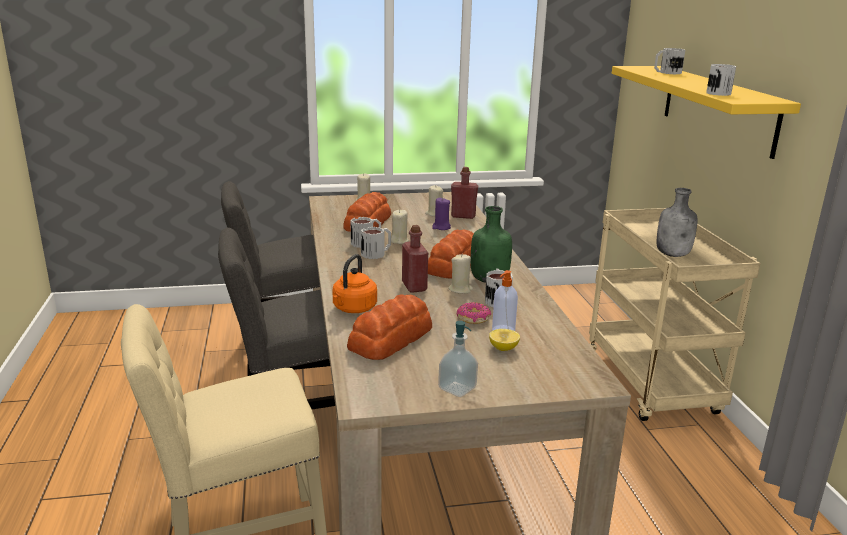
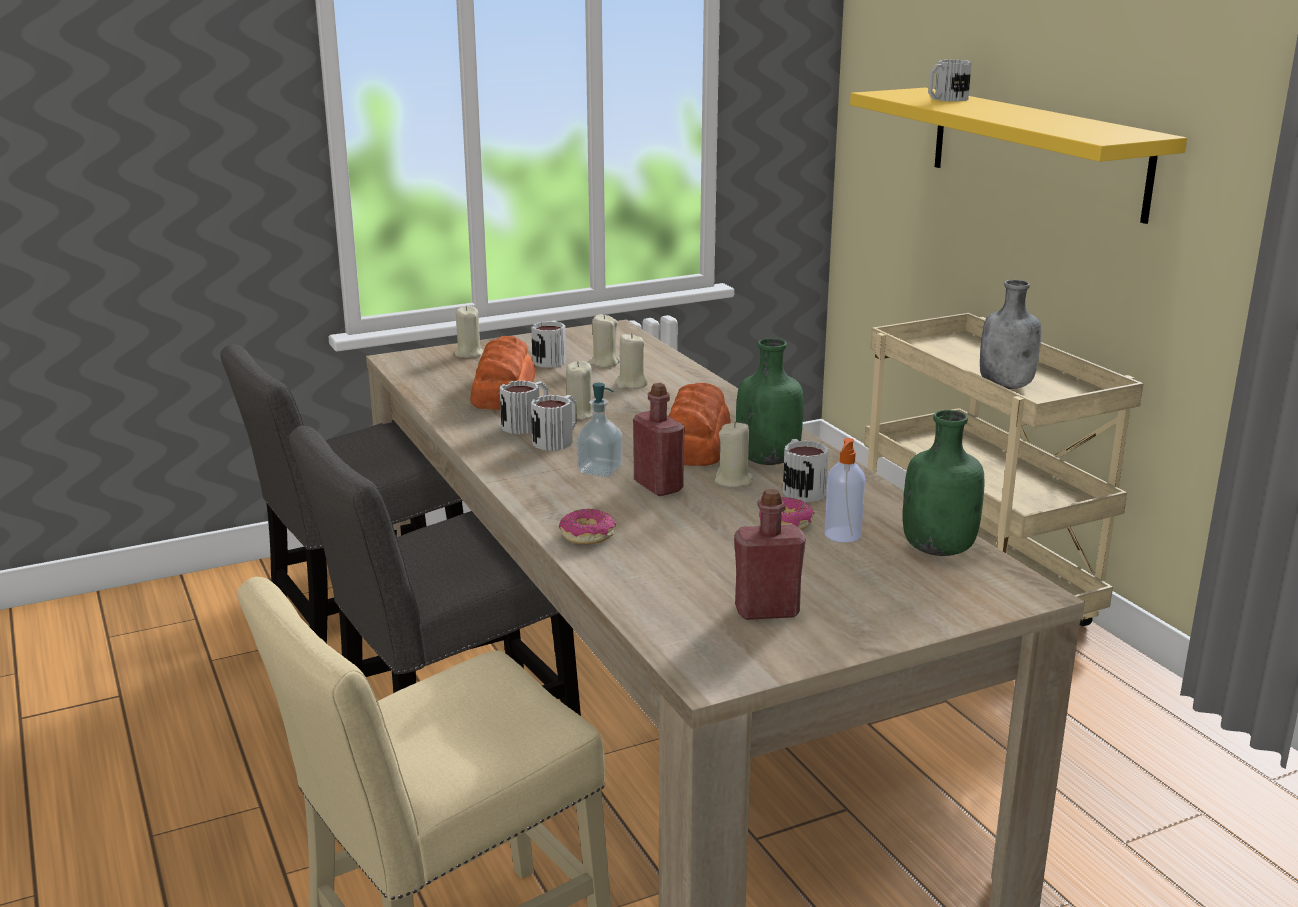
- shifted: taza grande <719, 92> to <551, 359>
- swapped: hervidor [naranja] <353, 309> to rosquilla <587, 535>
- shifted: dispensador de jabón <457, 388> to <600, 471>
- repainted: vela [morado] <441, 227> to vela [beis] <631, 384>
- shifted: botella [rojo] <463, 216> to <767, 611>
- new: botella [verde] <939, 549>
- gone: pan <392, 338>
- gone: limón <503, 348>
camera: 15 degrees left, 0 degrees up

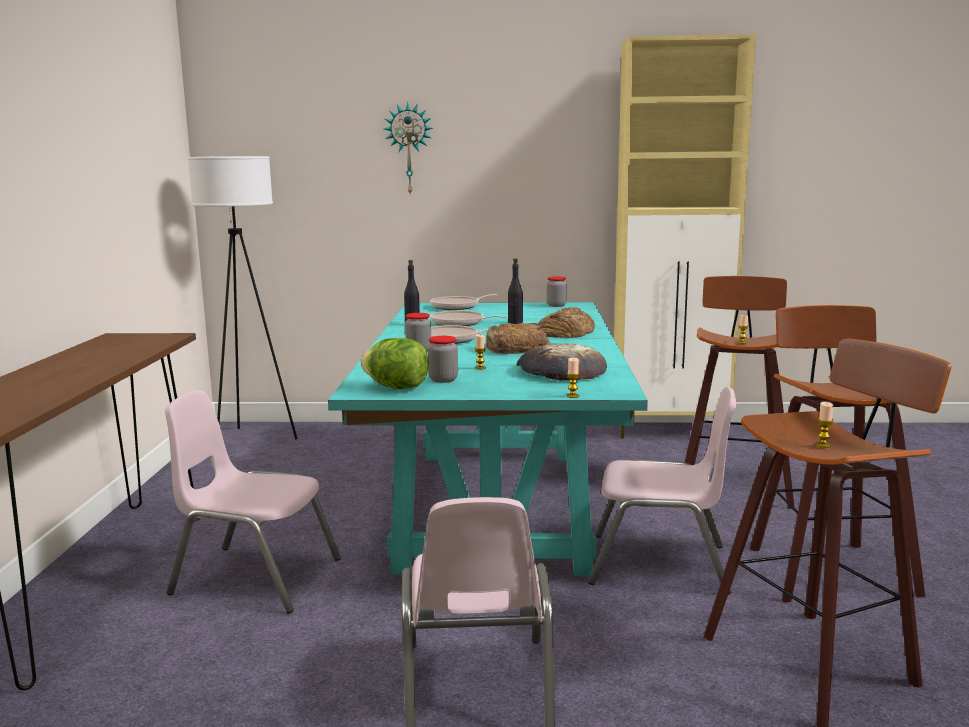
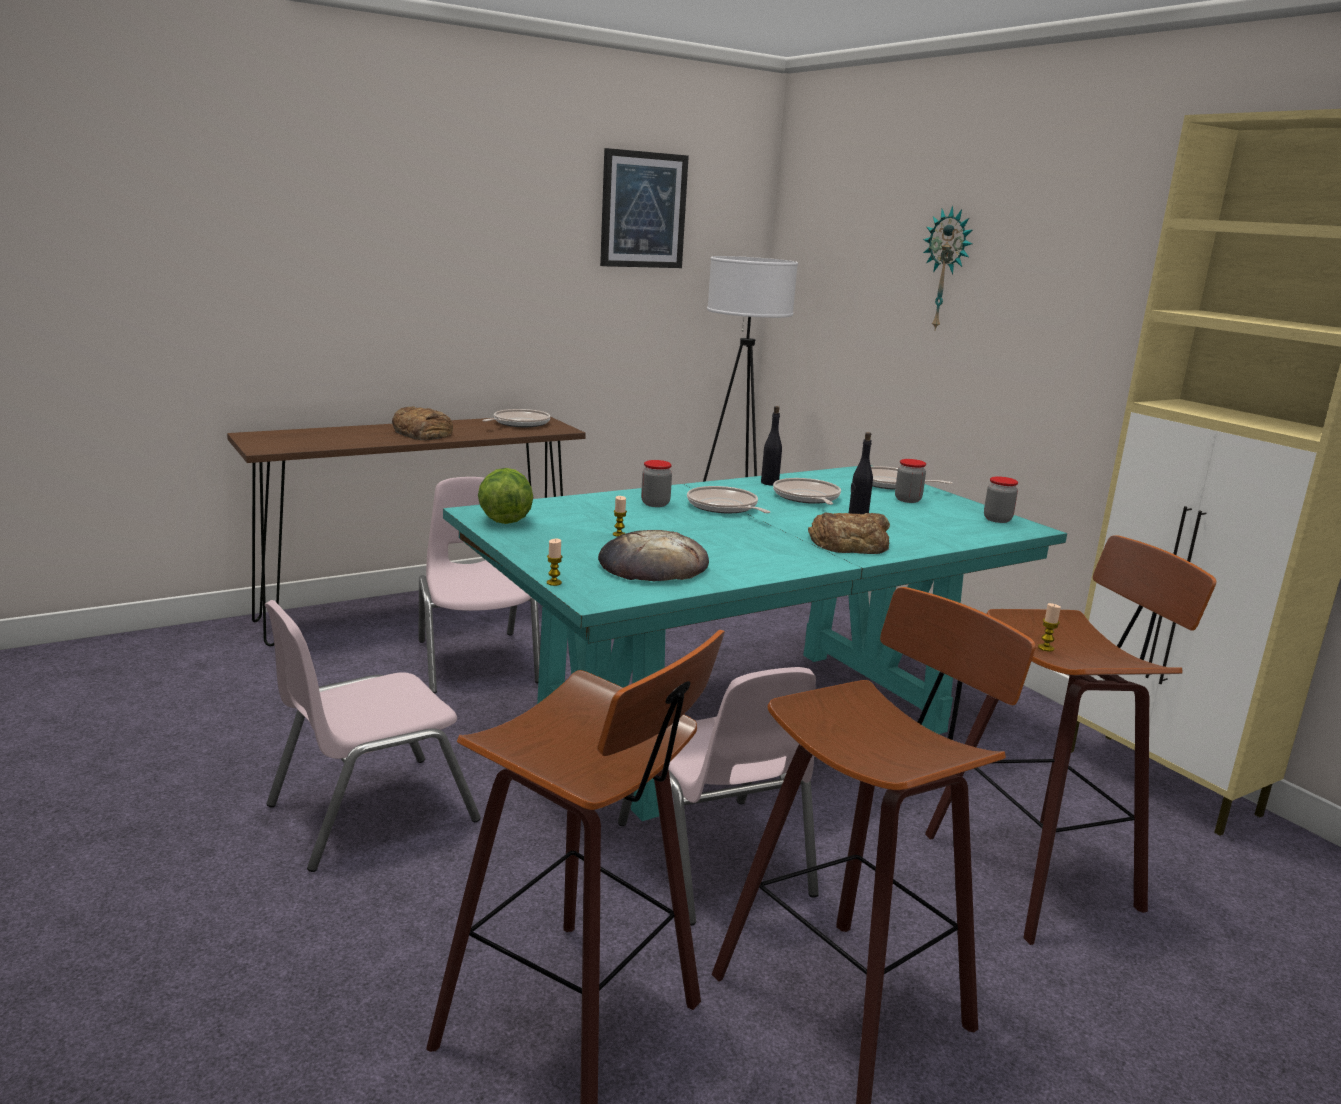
- shifted: pan <516, 348> to <422, 433>
- new: sartén <519, 423>
- new: cuadro <643, 210>
- shifted: tarro <443, 379> to <907, 500>
- gone: vela <823, 445>
camera: 55 degrees right, 5 degrees up

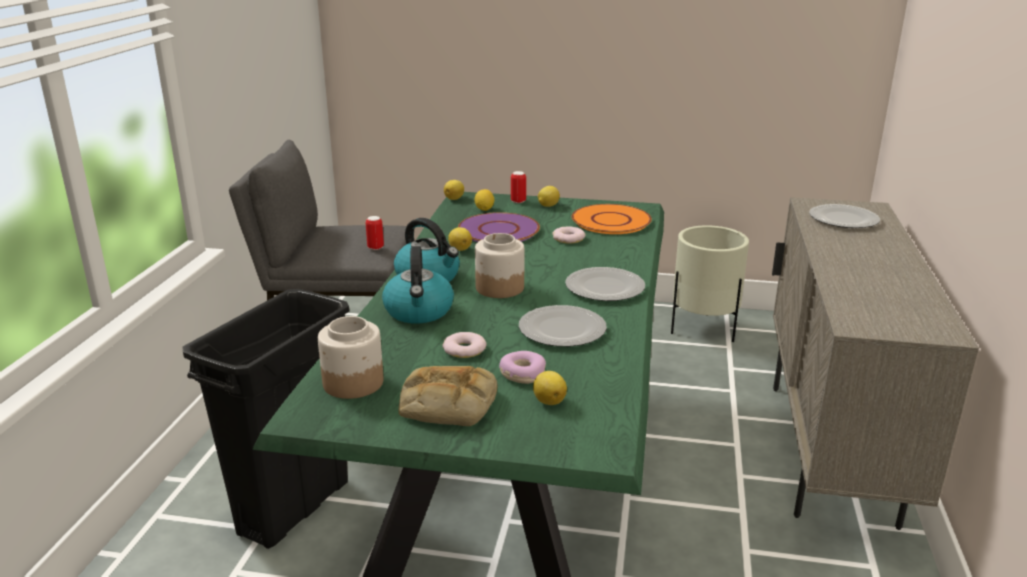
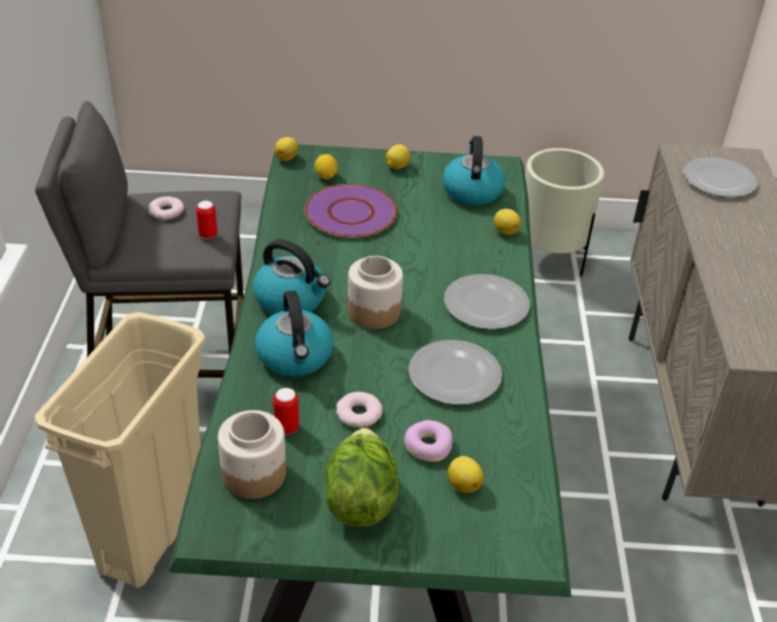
- repainted: papelera [negro] <294, 507> to papelera [beis] <152, 532>
- shifted: rosquilla <568, 239> to <166, 212>
- shifted: lata <518, 201> to <286, 428>
- swapped: pan <446, 405> to lechuga <360, 499>
- swapped: plato [naranja] <610, 221> to hervidor <471, 191>
- shifted: limón <460, 249> to <505, 231>
camera: 10 degrees left, 15 degrees up

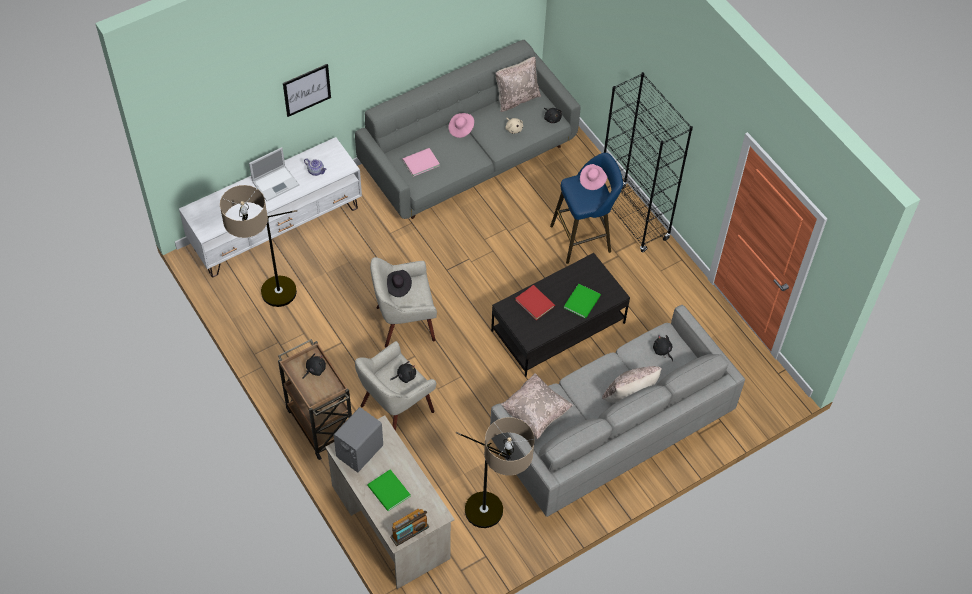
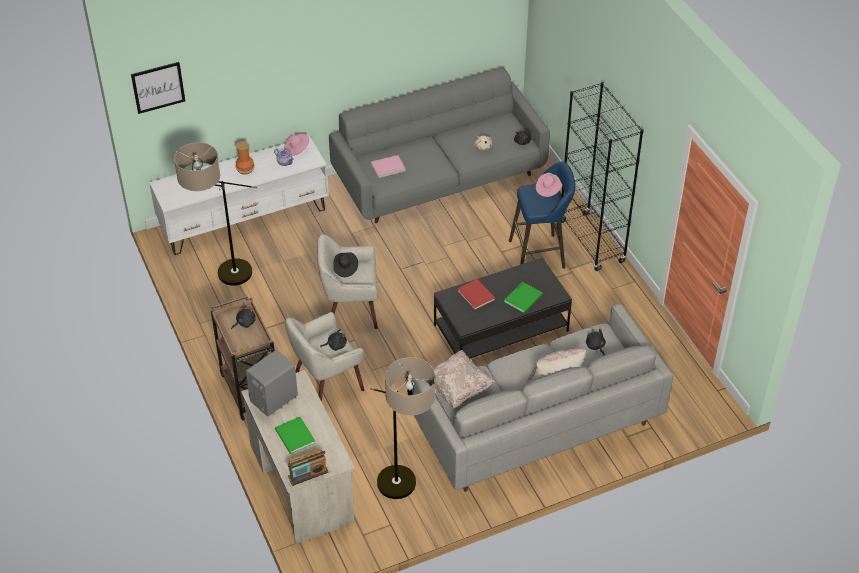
- shifted: cuadro <307, 90> to <158, 87>
- swapped: portátil <276, 183> to florero <245, 169>
- shifted: sombrero [rosa] <461, 129> to <296, 149>
- gone: cojín [beis] <516, 98>
camera: 10 degrees right, 10 degrees down

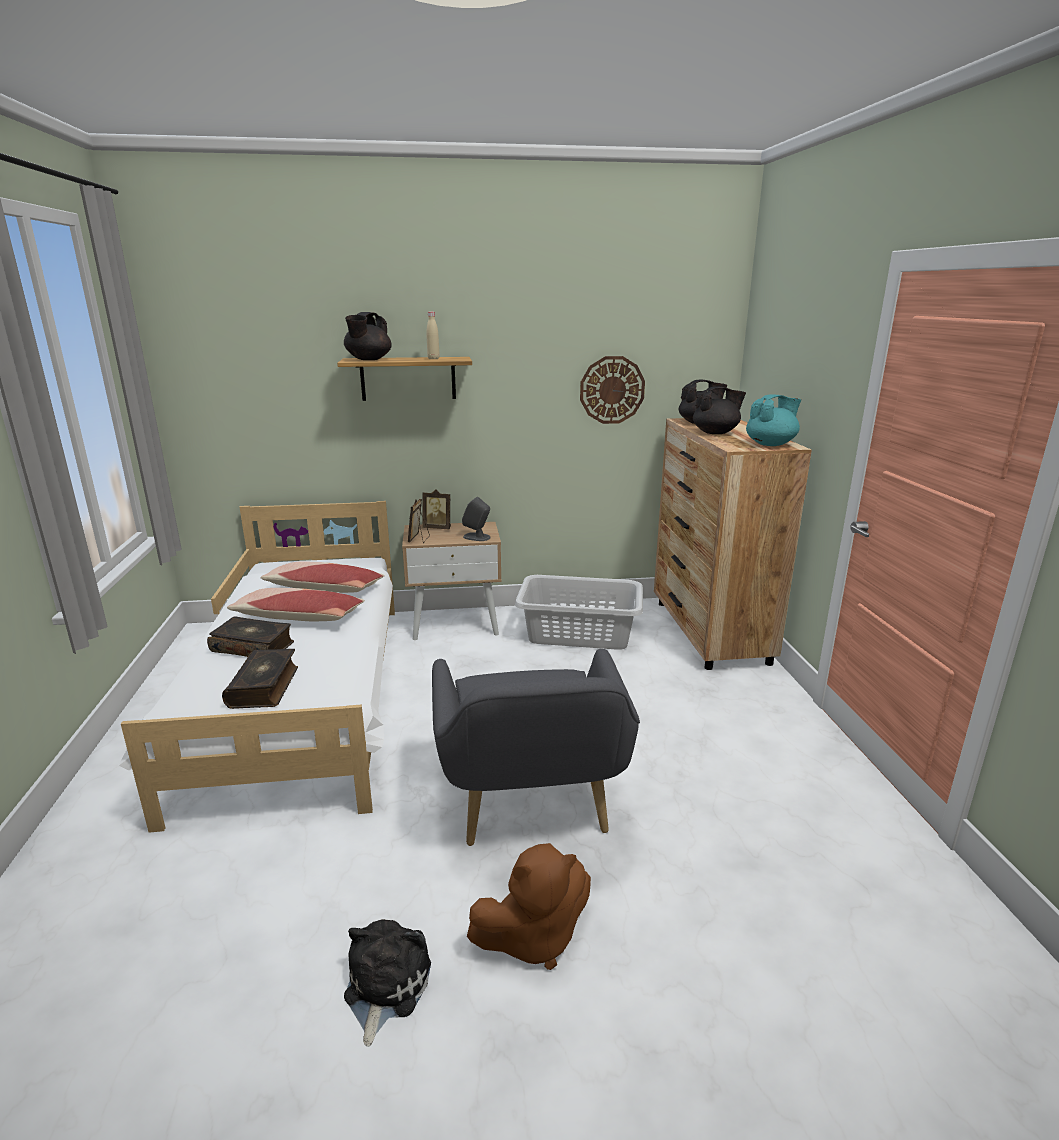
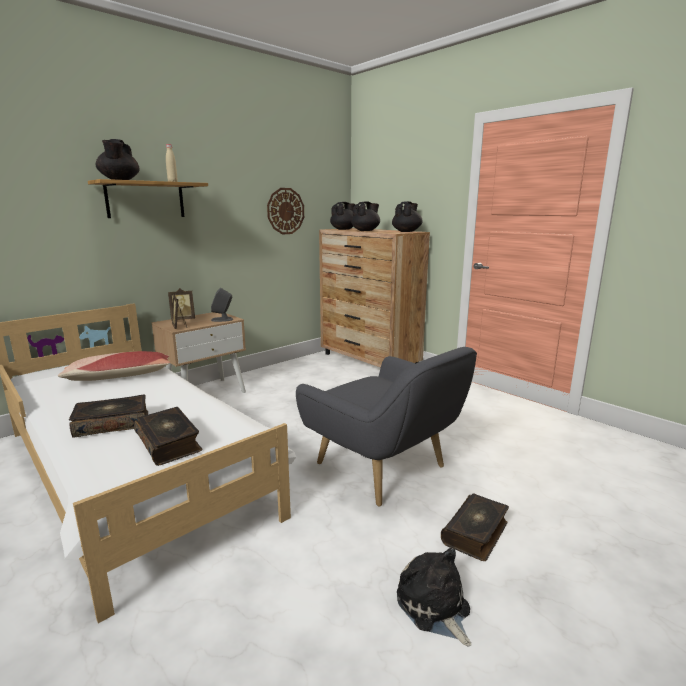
- repainted: tetera [turquesa] <771, 444> to tetera [negro] <407, 231>
- swapped: peluche [marrón] <533, 937> to libro <476, 533>
- gone: cojín <298, 617>
- gone: cesto de la ropa [gris] <578, 633>
camera: 35 degrees left, 5 degrees down

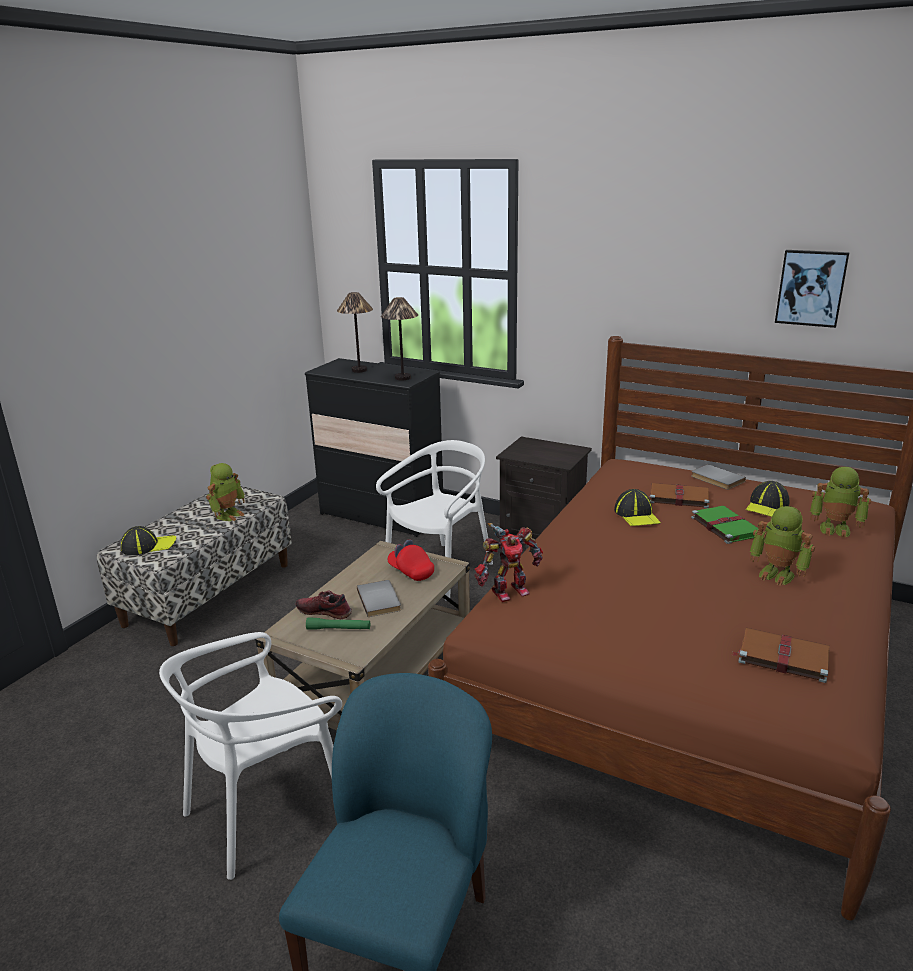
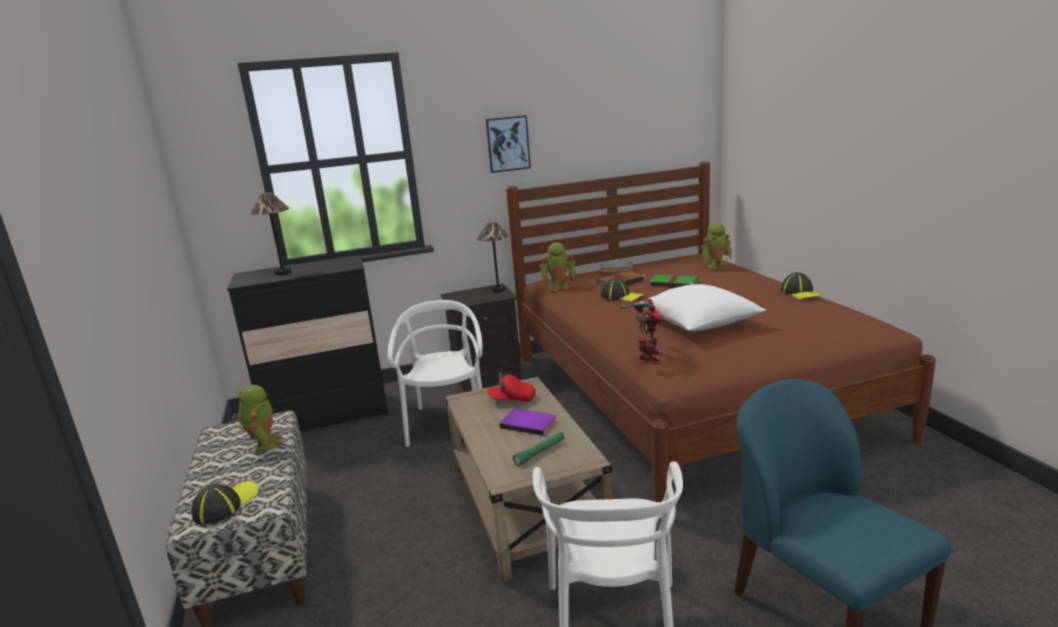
- shifted: lámpara de mesa <403, 378> to <498, 290>
- shifted: cuadro <811, 288> to <508, 144>
- repainted: libro [gris] <380, 600> to libro [morado] <529, 423>
- shifted: robot de juguete <777, 574> to <559, 287>
- new: cojín [blanco] <698, 323>
- shifted: gorra <767, 506> to <801, 293>
- gone: zapato <325, 611>
- gone: libro [marrón] <781, 656>
camera: 45 degrees left, 5 degrees down

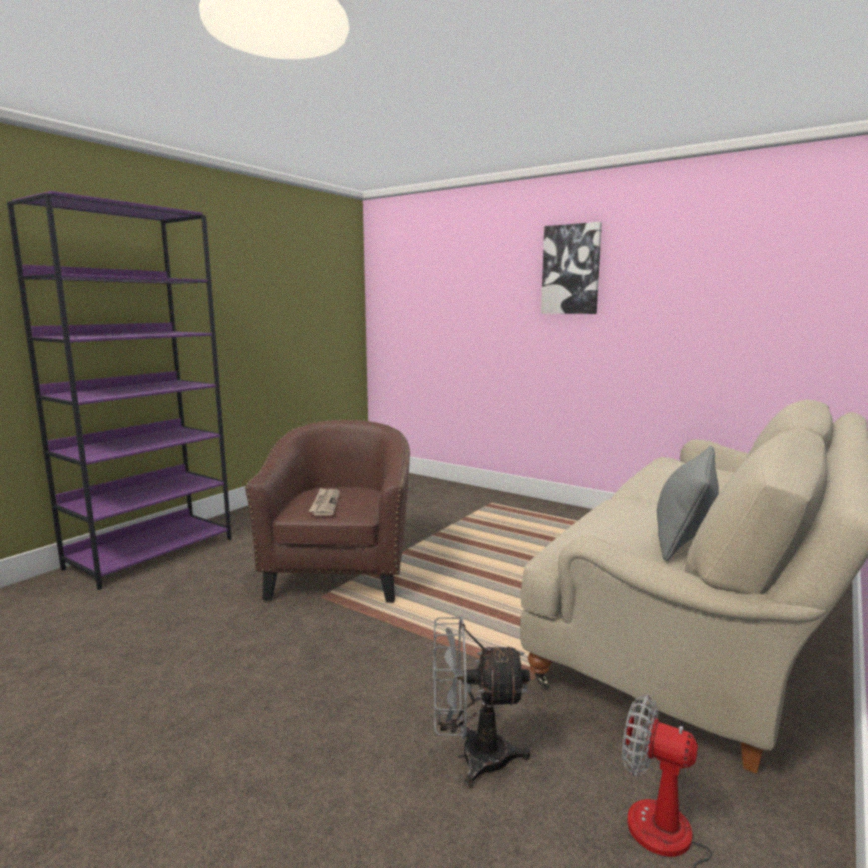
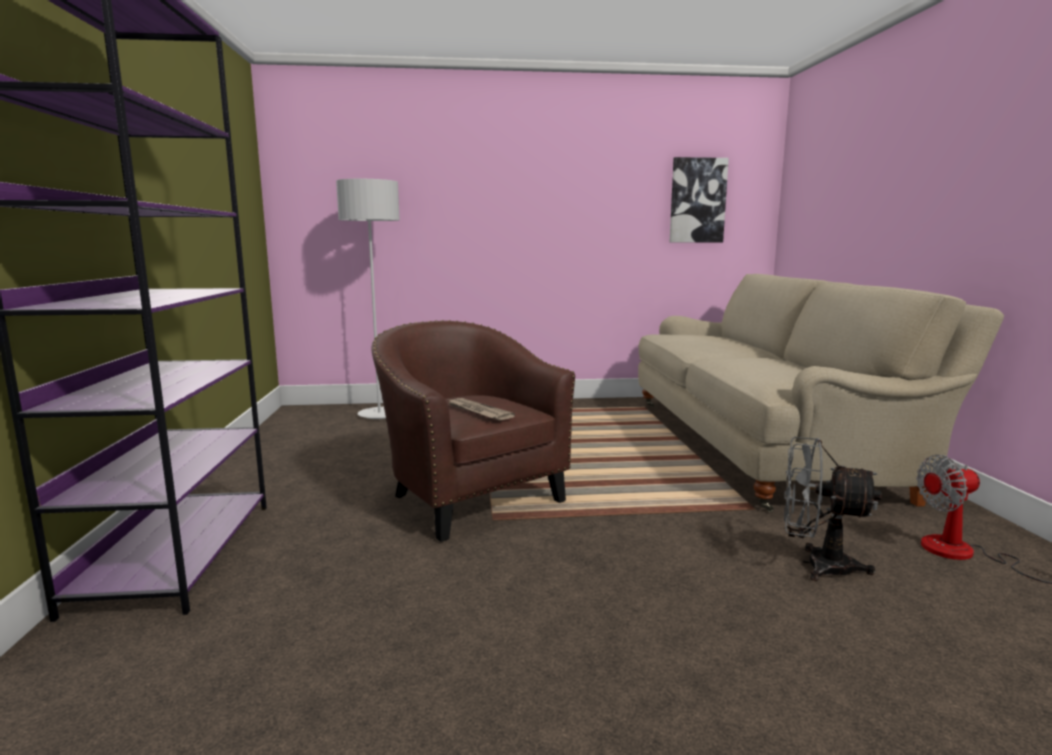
- new: lámpara de pie [gris] <379, 415>
- shifted: cuadro <571, 269> to <697, 200>
- rotated: ventilador [gris] <471, 757> = <816, 565> 60 degrees clockwise
- gone: cojín [gris] <684, 534>
camera: 40 degrees left, 0 degrees up

